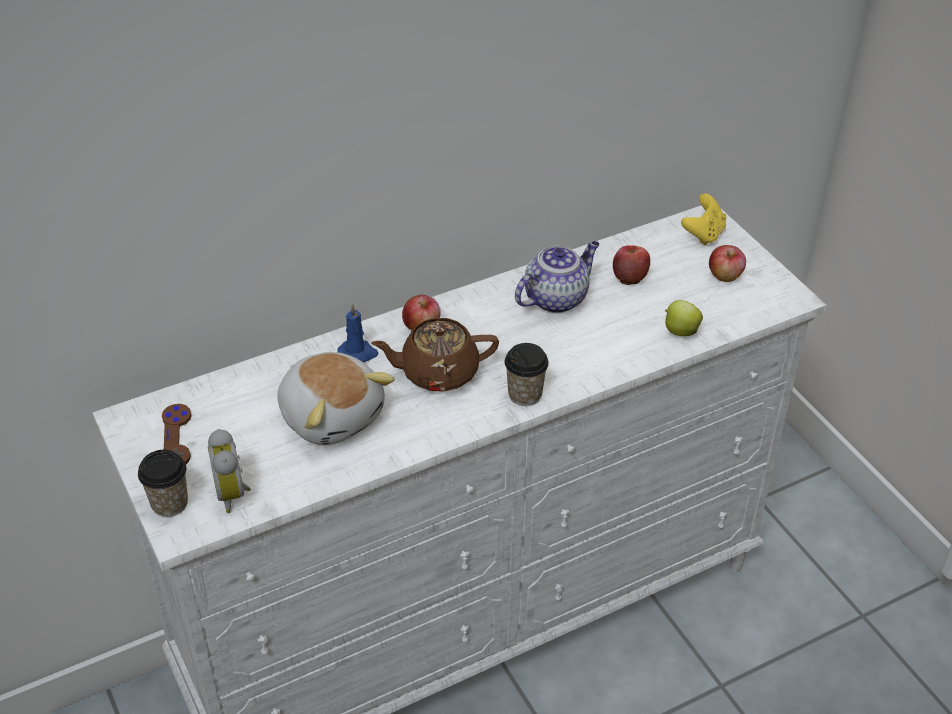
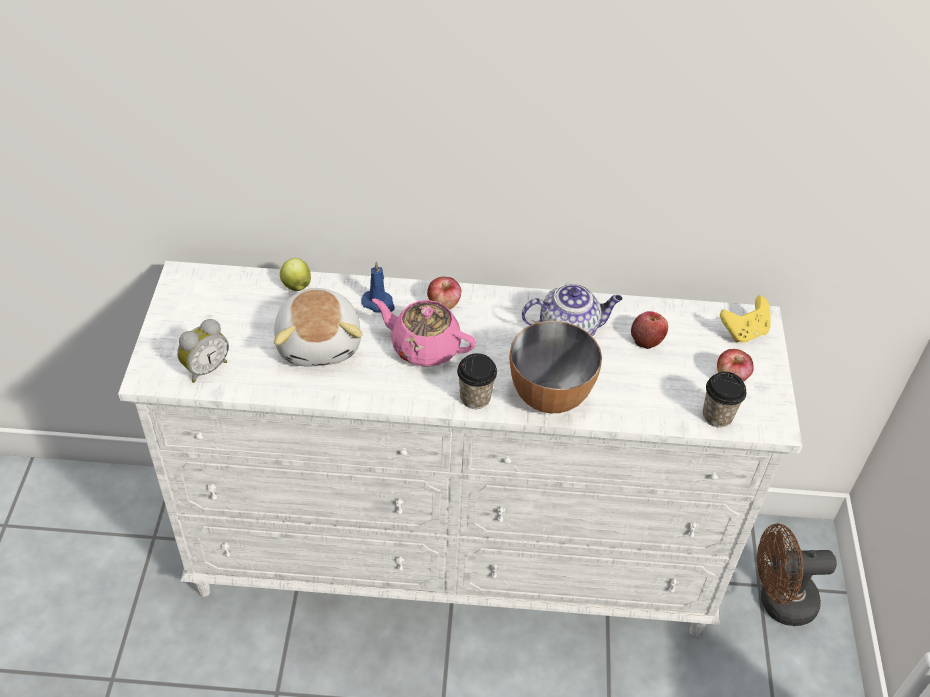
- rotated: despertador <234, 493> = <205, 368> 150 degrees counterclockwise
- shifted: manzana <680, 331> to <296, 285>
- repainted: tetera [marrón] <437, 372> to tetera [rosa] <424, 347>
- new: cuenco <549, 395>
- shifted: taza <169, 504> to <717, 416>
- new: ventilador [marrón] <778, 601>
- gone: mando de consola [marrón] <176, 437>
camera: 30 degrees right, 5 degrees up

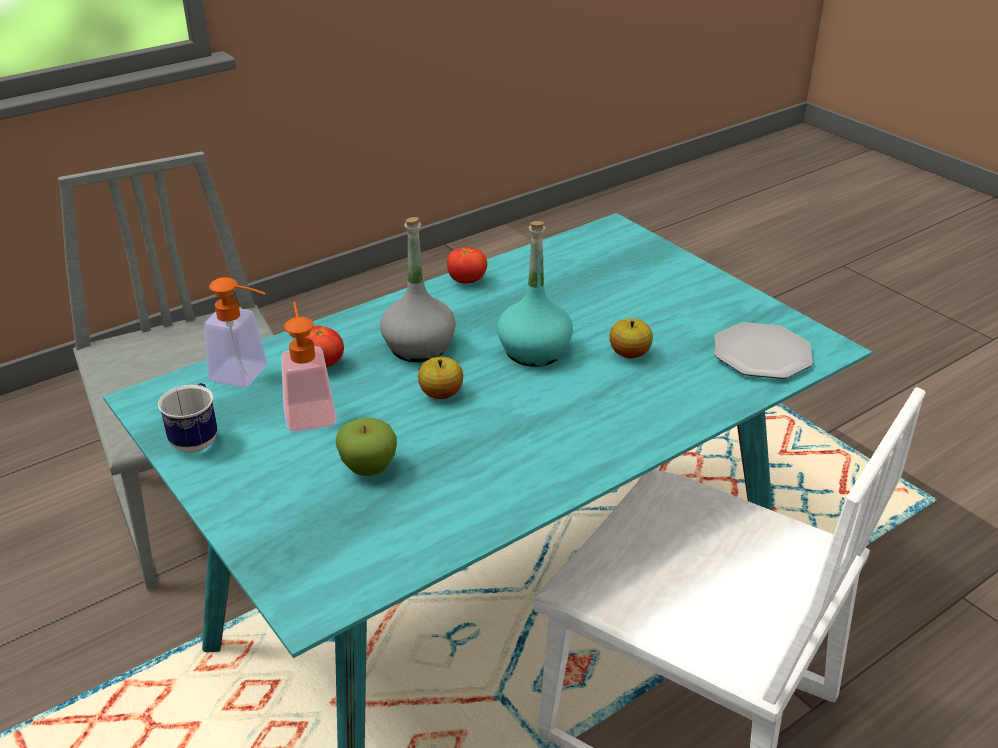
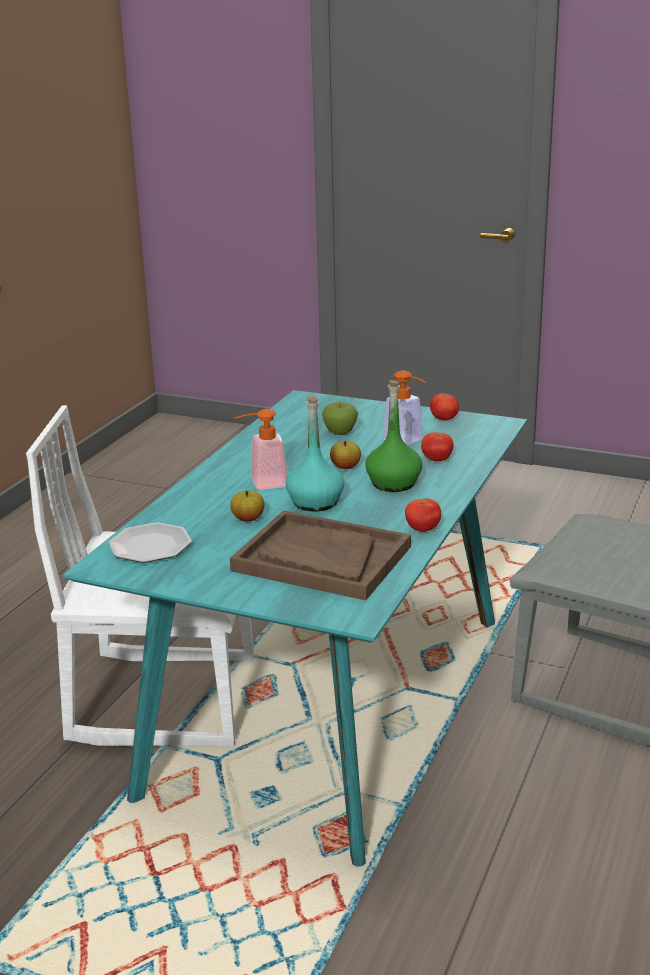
- new: bandeja [marrón] <321, 559>
- shifted: dispensador de jabón <248, 376> to <262, 484>
- repainted: botella [gris] <418, 347> to botella [verde] <394, 483>
- swapped: taza grande <197, 438> to tomate <444, 419>
camera: 150 degrees right, 10 degrees down

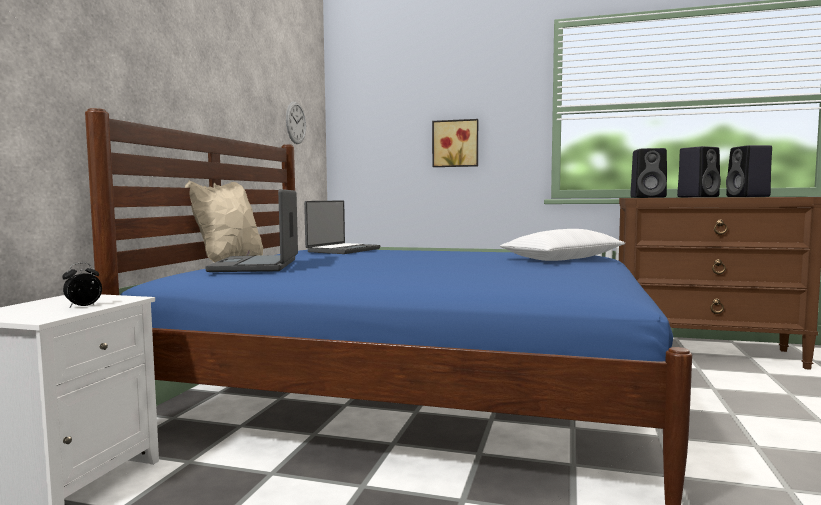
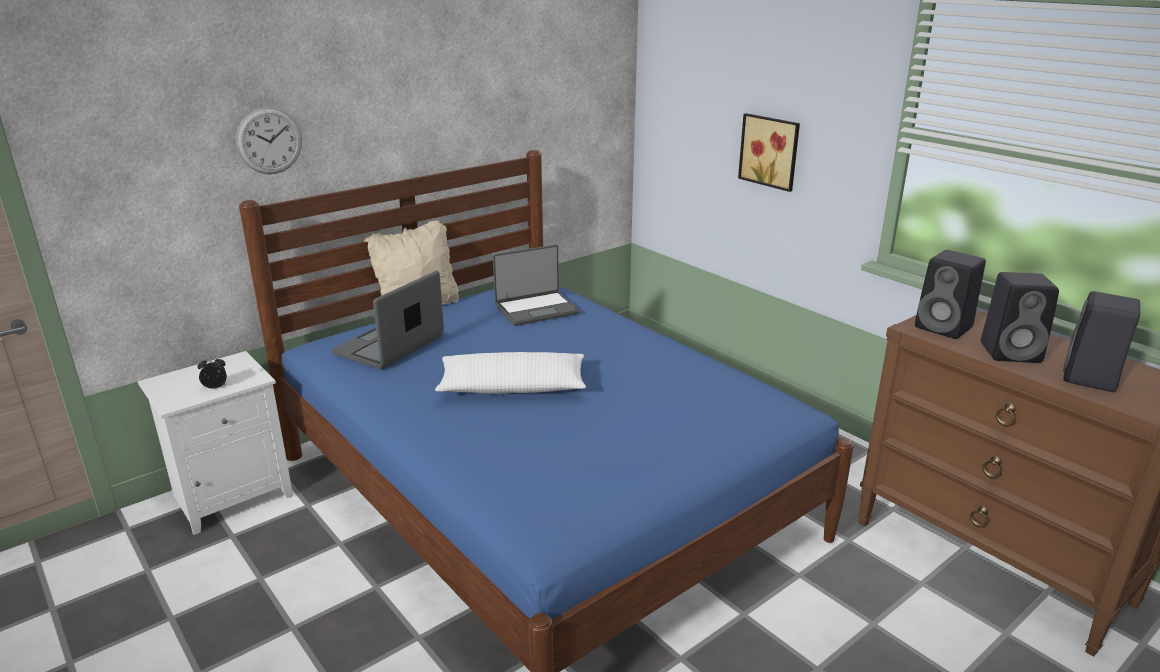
- shifted: reloj de pared <295, 123> to <269, 141>
- shifted: cojín [blanco] <563, 259> to <512, 387>
camera: 35 degrees right, 20 degrees up

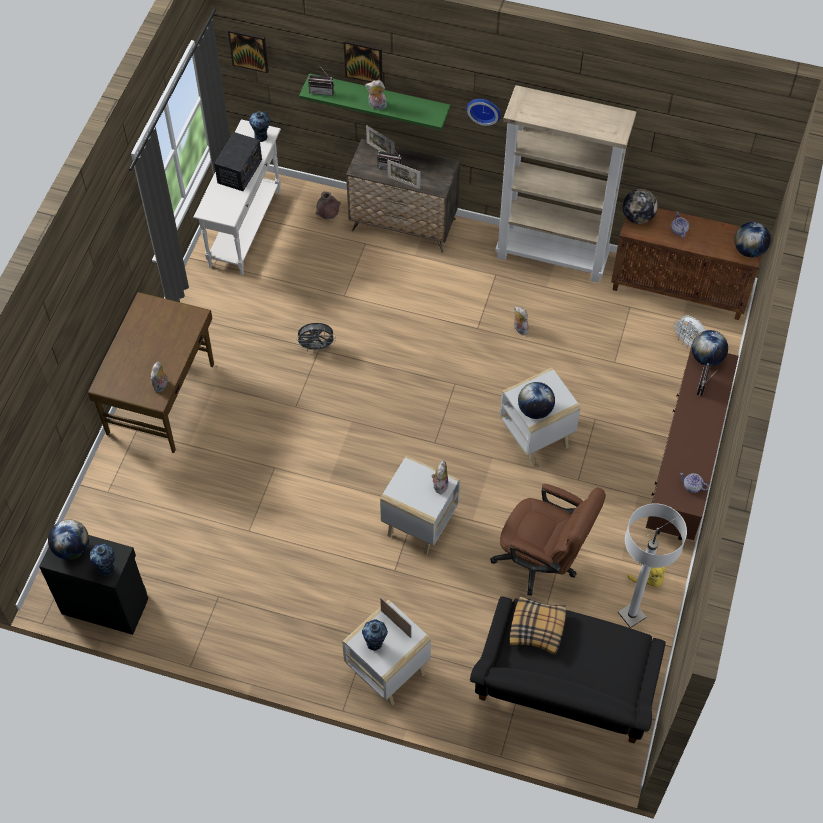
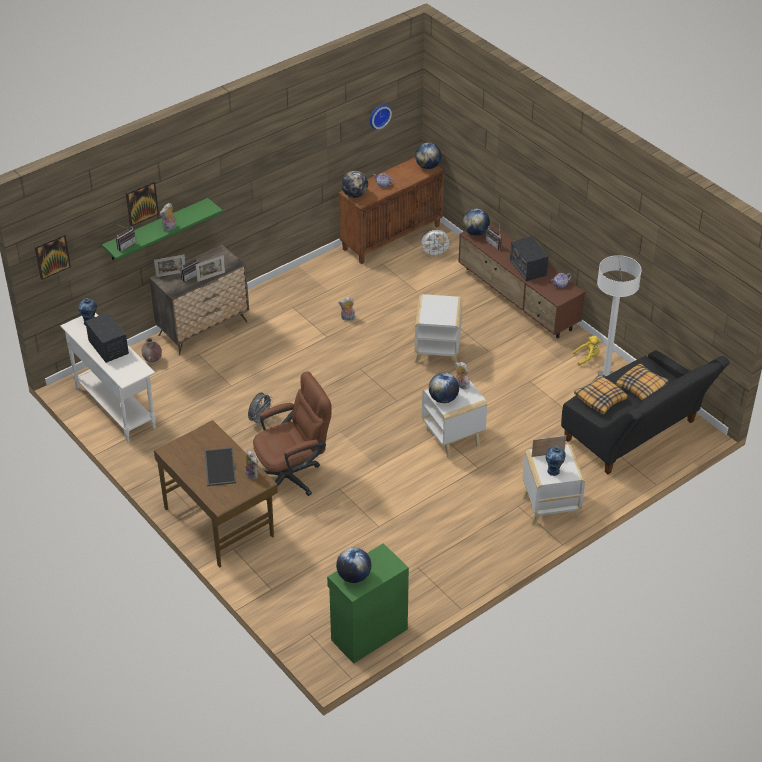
- new: bandeja <219, 466>
- shifted: silla de oficina [marrón] <542, 562> to <293, 475>
- repainted: armario [negro] <105, 604> to armario [verde] <368, 634>
- shifted: reloj de pared <484, 109> to <378, 115>
- shifted: globo terráqueo <535, 410> to <443, 399>
- new: radio <528, 267>
- new: cojín <641, 387>
- gone: florero <107, 568>
- gone: estantería [beis] <553, 256>
camera: 55 degrees left, 15 degrees down

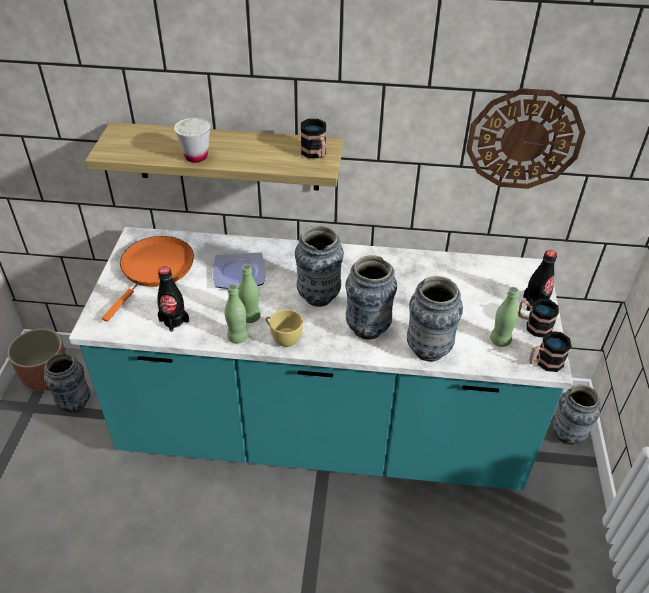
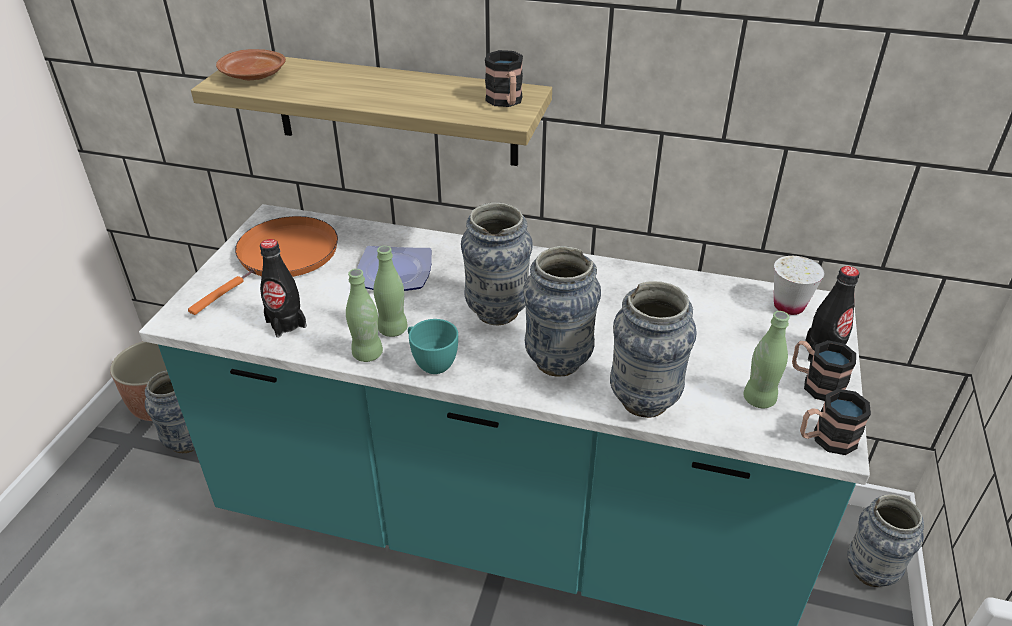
- new: plato [marrón] <254, 76>
- repainted: taza [amarillo] <283, 338> to taza [turquesa] <431, 362>
- shifted: taza [blanco] <196, 157> to <788, 306>
- gone: reloj de pared <524, 139>
camera: 10 degrees right, 5 degrees down

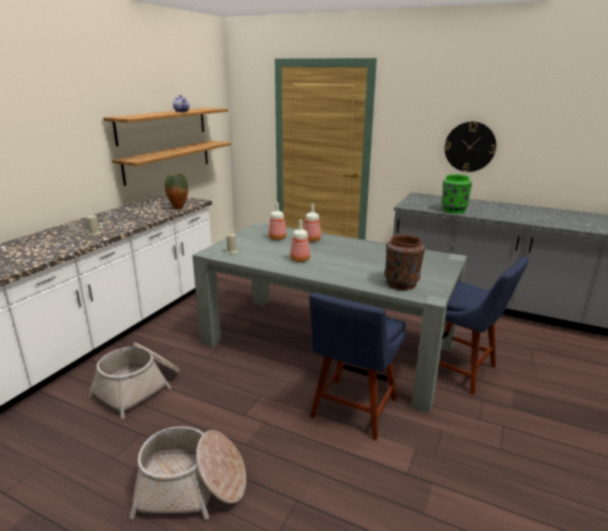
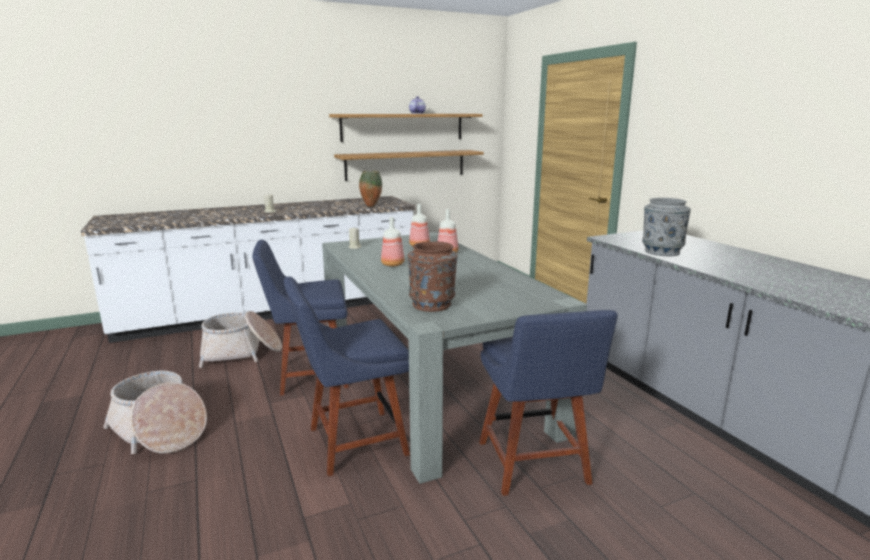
- new: silla [azul] <309, 376>
- repainted: florero [verde] <453, 210> to florero [gris] <661, 252>
- gone: reloj de pared <470, 147>
camera: 40 degrees right, 5 degrees down

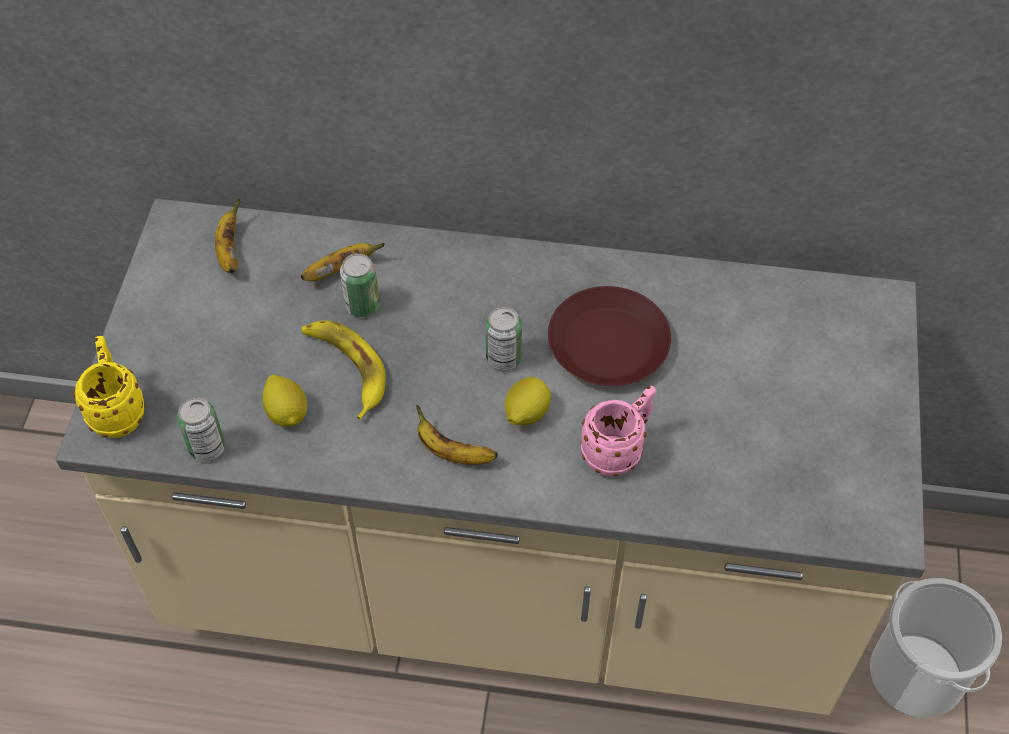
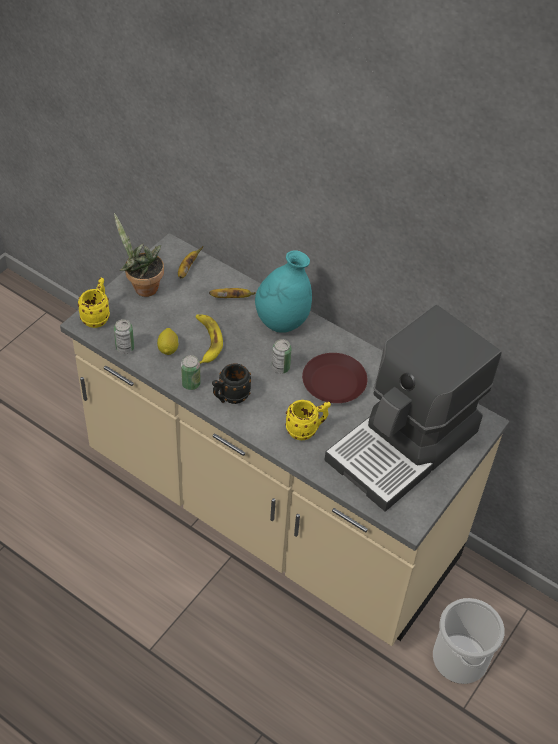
- new: planta en maceta <142, 287>
- shifted: lata <362, 305> to <191, 384>
- swapped: plátano <452, 452> to taza grande [negro] <230, 397>
- new: florero [turquesa] <282, 321>
- repainted: taza grande [rosa] <618, 450> to taza grande [amarillo] <306, 430>
- new: cafetera <405, 446>
- gone: limón <526, 413>
camera: 25 degrees right, 5 degrees down

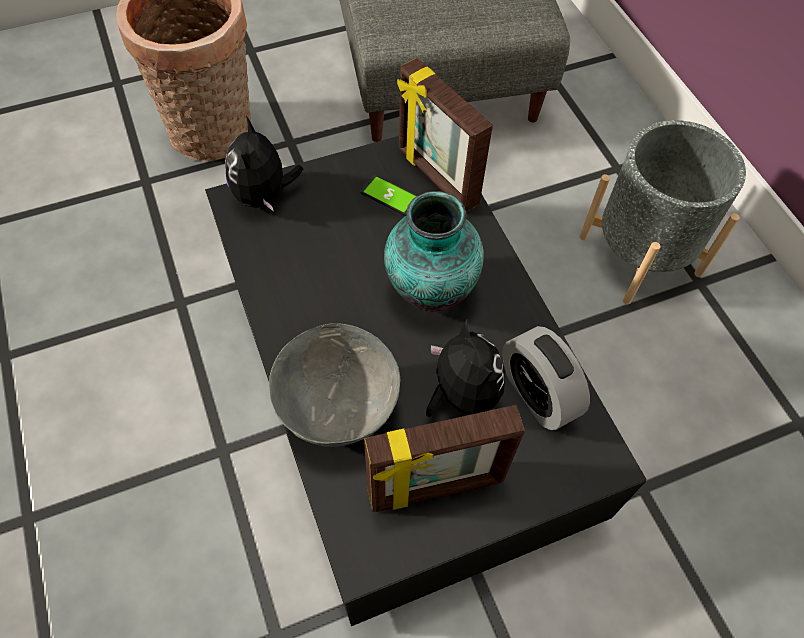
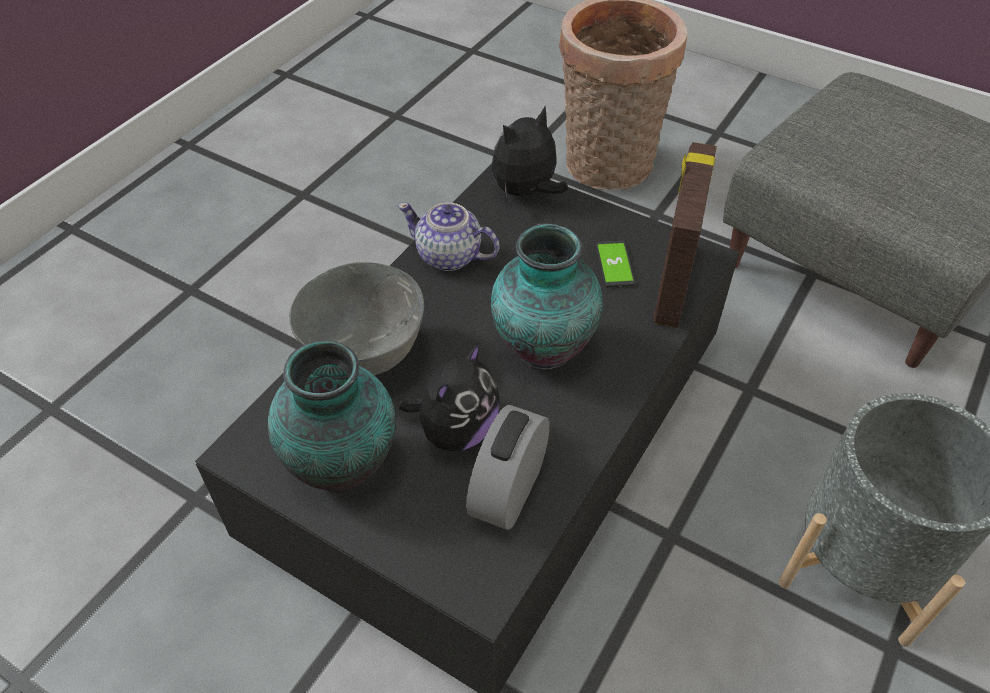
- swapped: portarretratos <436, 488> to florero <345, 465>
- new: tetera <449, 256>
camera: 55 degrees right, 10 degrees down

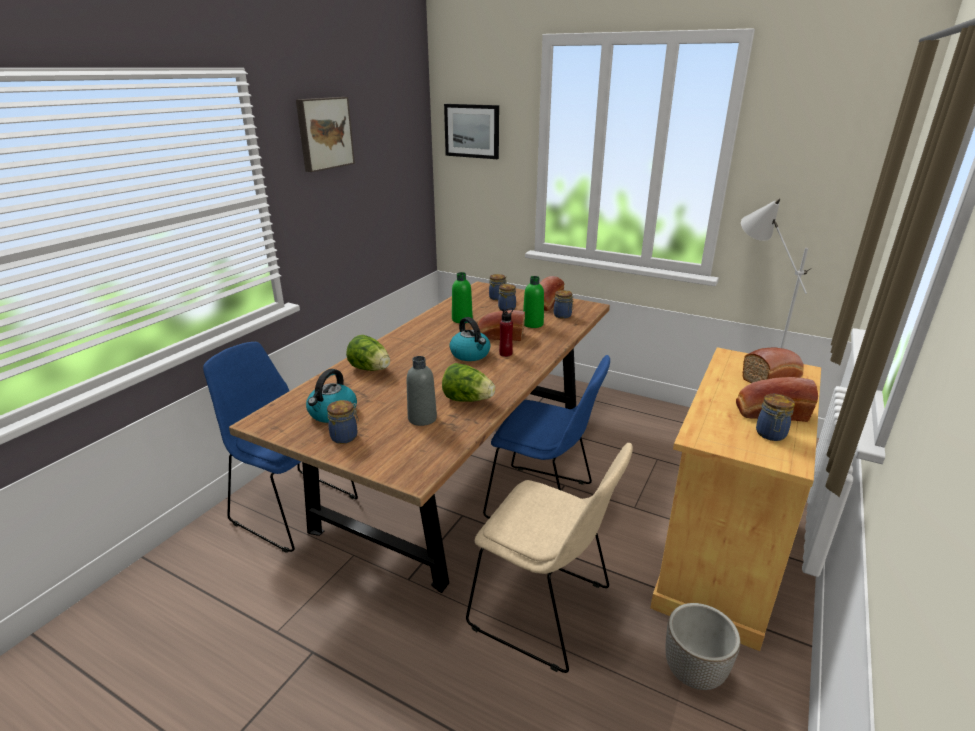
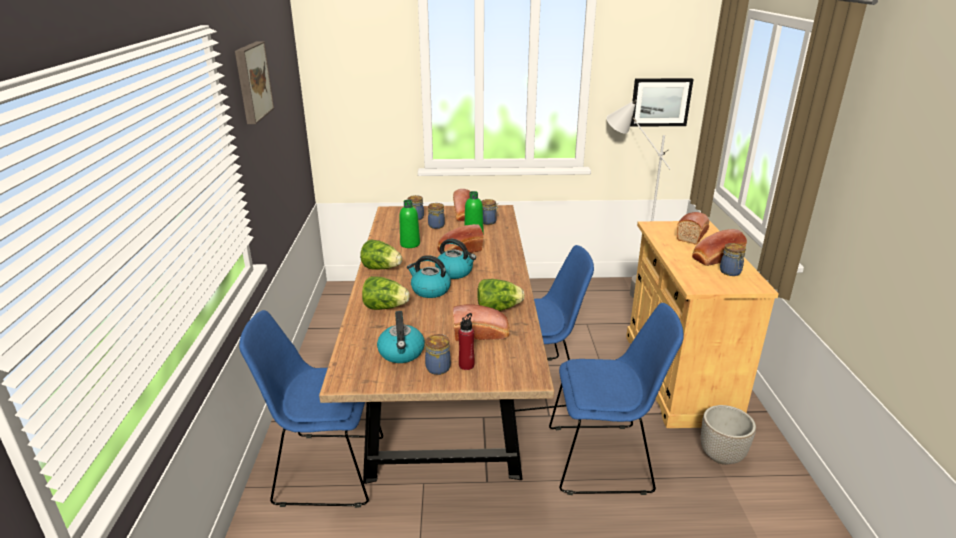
- new: lechuga <381, 268>
- new: hervidor <430, 290>
- swapped: botella [gris] <422, 418> to pan <481, 334>
- shifted: botella [rojo] <506, 353> to <466, 365>
- repainted: silla [beis] <544, 610> to silla [azul] <603, 459>
- shifted: cuadro <472, 131> to <660, 102>
camera: 30 degrees left, 0 degrees up

